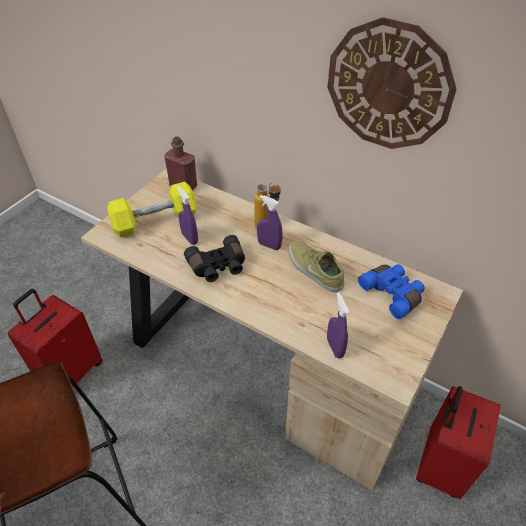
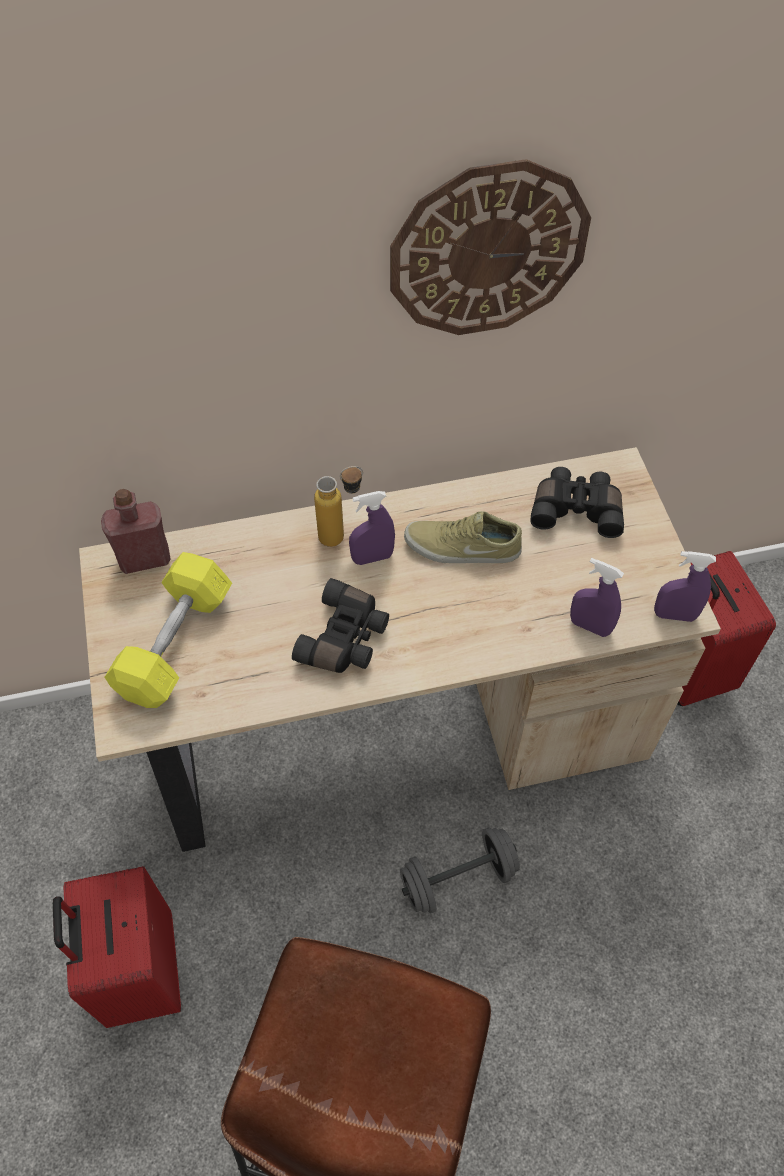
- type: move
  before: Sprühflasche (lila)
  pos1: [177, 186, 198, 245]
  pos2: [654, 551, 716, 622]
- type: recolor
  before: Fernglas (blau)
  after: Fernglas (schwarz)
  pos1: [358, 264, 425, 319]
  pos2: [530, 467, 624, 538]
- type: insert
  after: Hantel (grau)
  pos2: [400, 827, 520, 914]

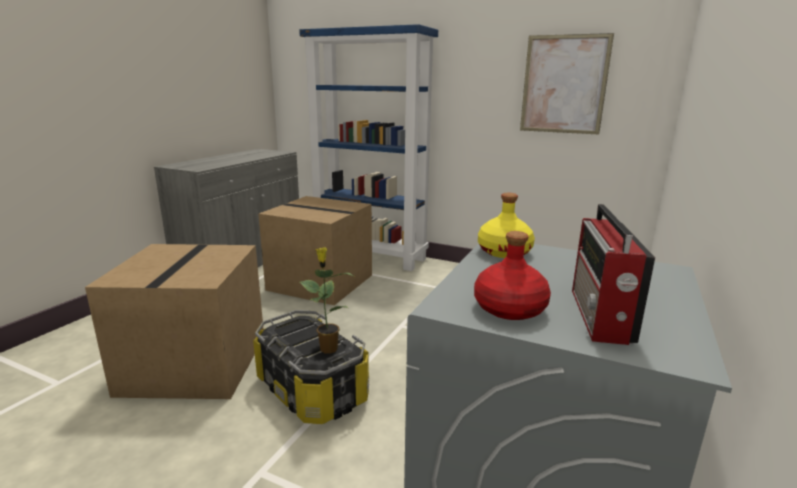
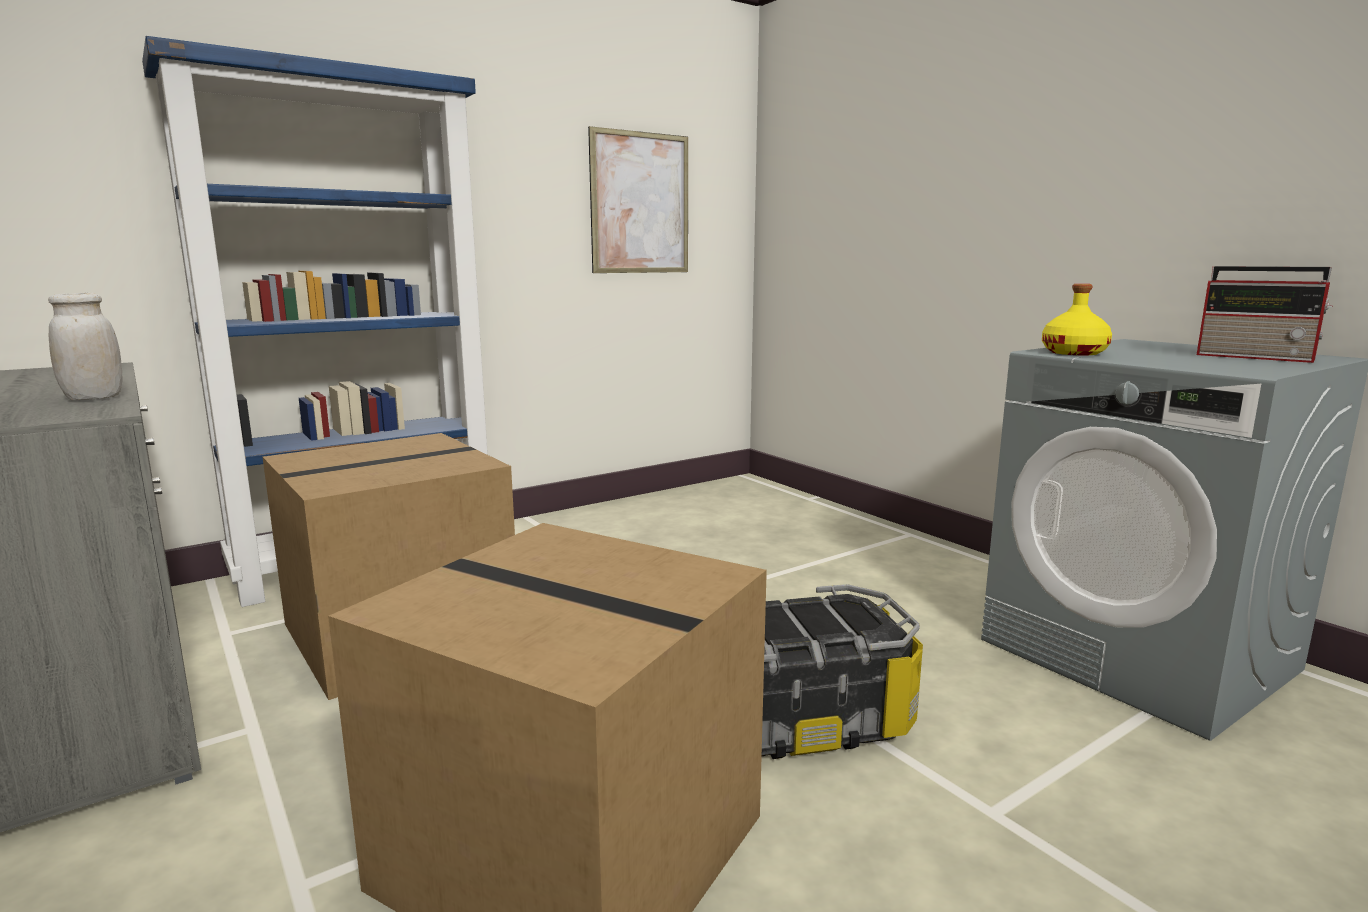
- type: delete
  before: Topfpflanze
  pos1: [300, 247, 353, 354]
- type: delete
  before: Flasche (rot)
  pos1: [474, 231, 551, 320]
- type: insert
  after: Vorratsglas (weiß)
  pos2: [48, 293, 123, 400]

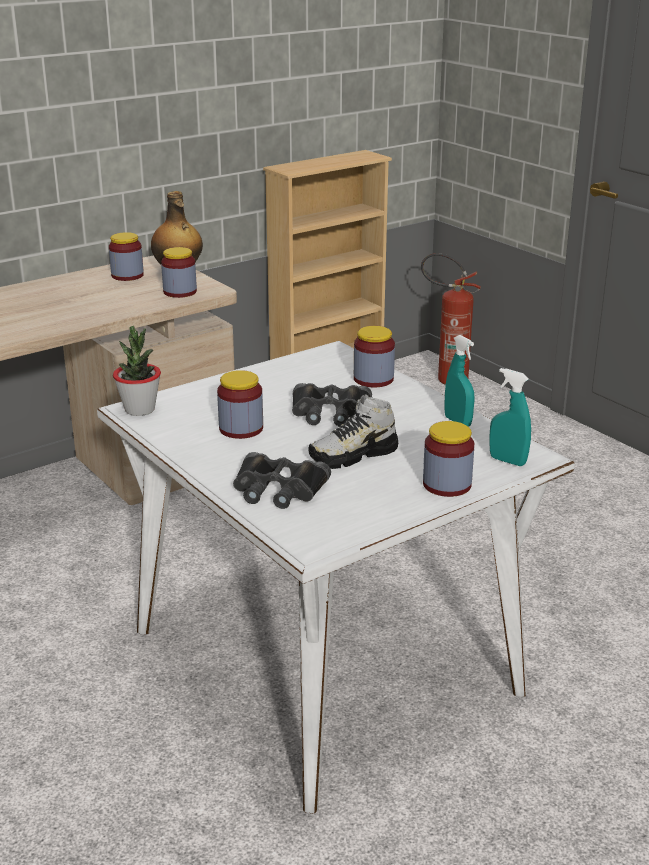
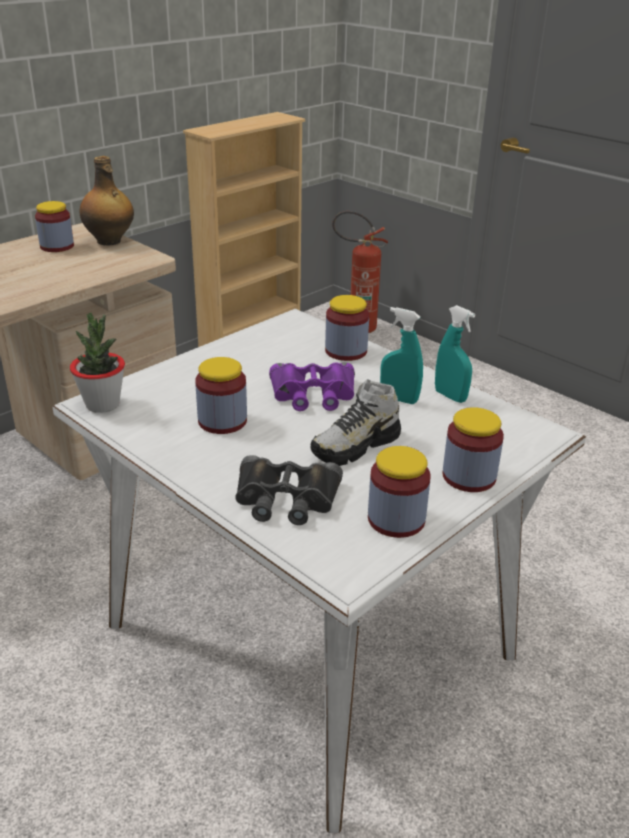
- type: move
  before: Vorratsglas
  pos1: [161, 247, 197, 298]
  pos2: [368, 446, 431, 538]
- type: recolor
  before: Fernglas (schwarz)
  after: Fernglas (lila)
  pos1: [292, 383, 372, 426]
  pos2: [269, 362, 355, 411]
- type: move
  before: Sprühflasche (türkis)
  pos1: [489, 368, 531, 466]
  pos2: [380, 307, 423, 404]

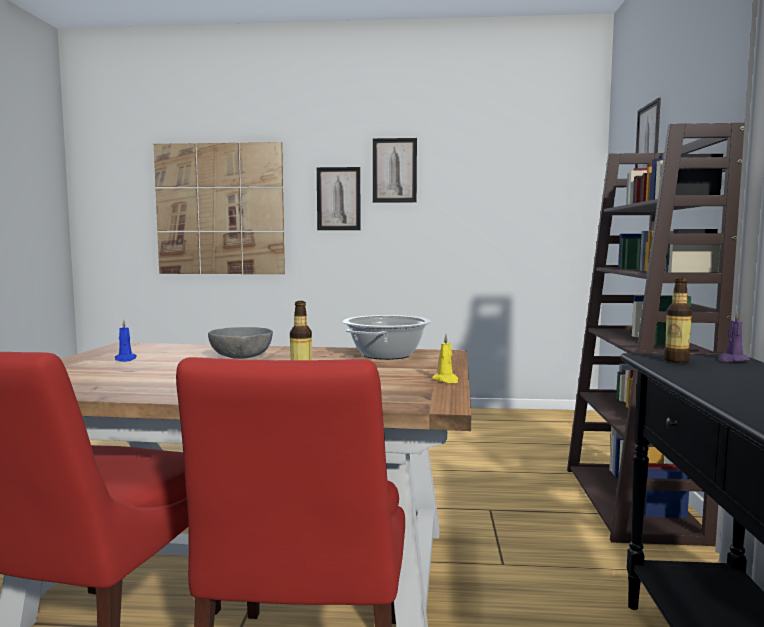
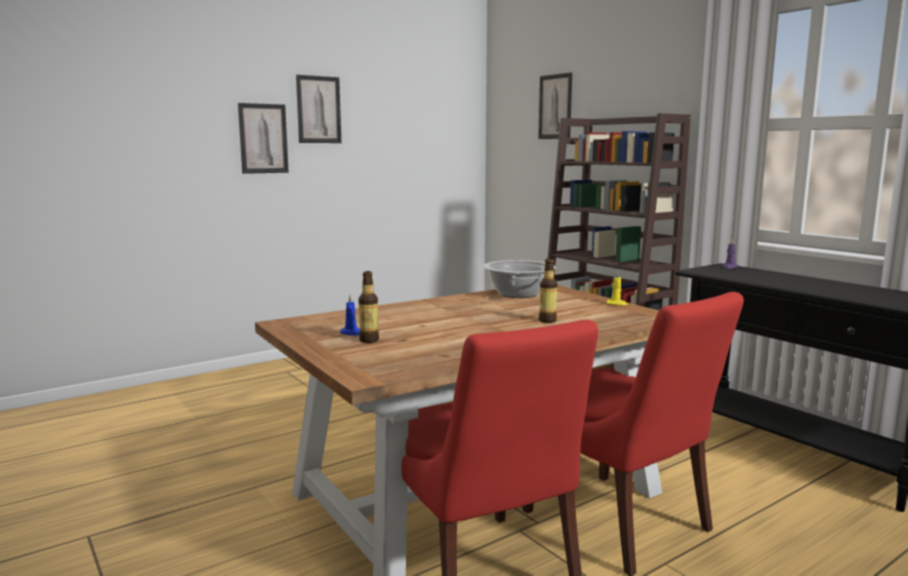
- type: delete
  before: Bild
  pos1: [154, 142, 285, 274]
- type: delete
  before: Schüssel (grau)
  pos1: [208, 327, 273, 359]
- type: move
  before: Flasche
  pos1: [664, 277, 692, 363]
  pos2: [358, 271, 379, 343]

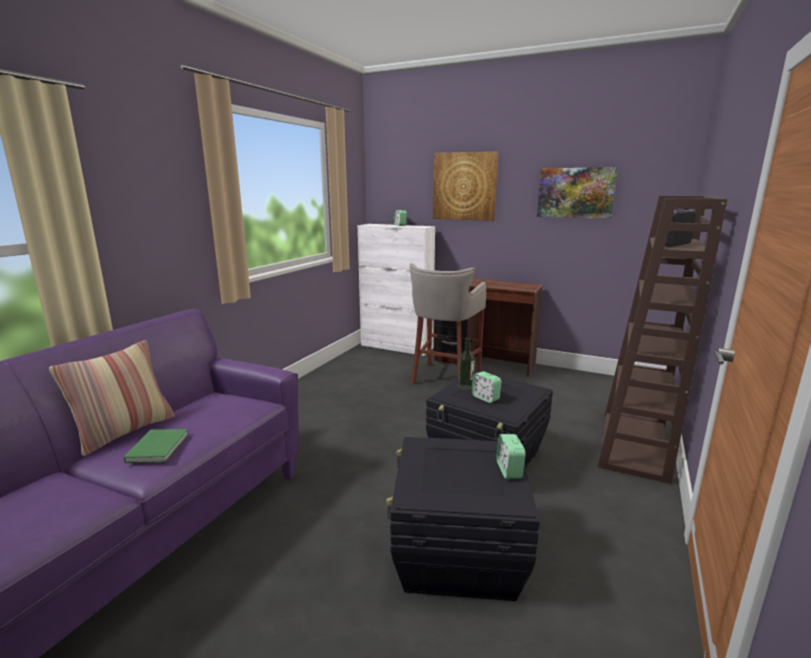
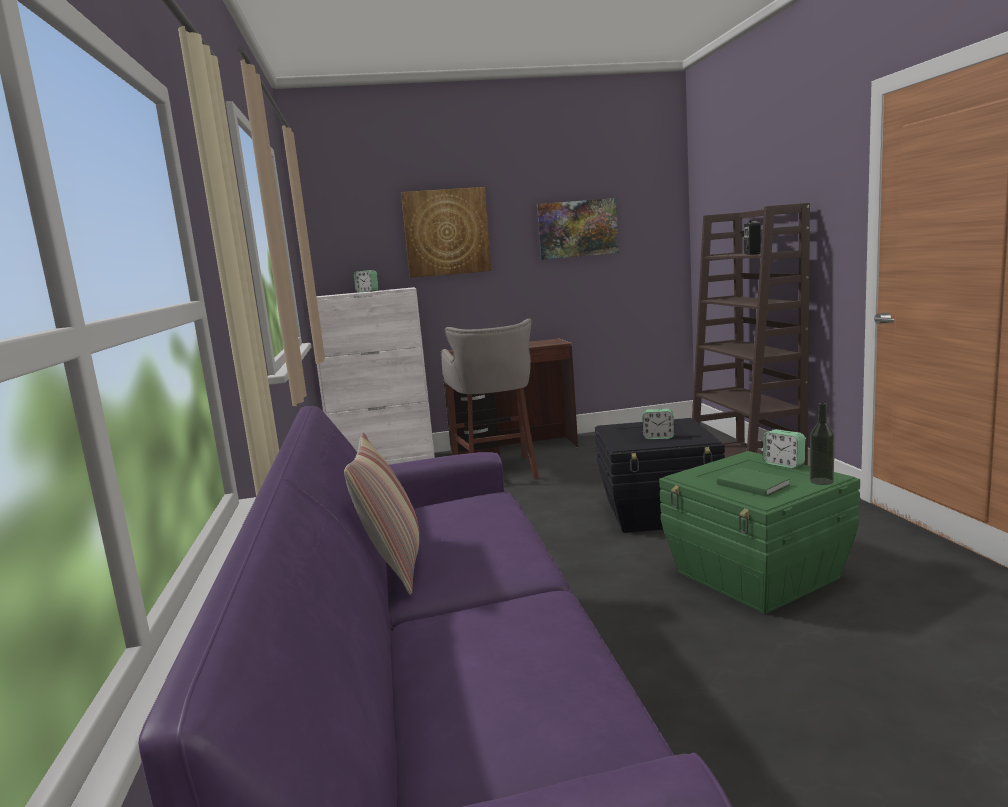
- type: move
  before: Buch (grün)
  pos1: [124, 429, 189, 463]
  pos2: [717, 468, 790, 497]
- type: recolor
  before: Aufbewahrungsbox (schwarz)
  after: Aufbewahrungsbox (grün)
  pos1: [386, 437, 540, 601]
  pos2: [659, 451, 860, 614]
- type: move
  before: Flasche
  pos1: [459, 338, 475, 391]
  pos2: [810, 403, 835, 485]

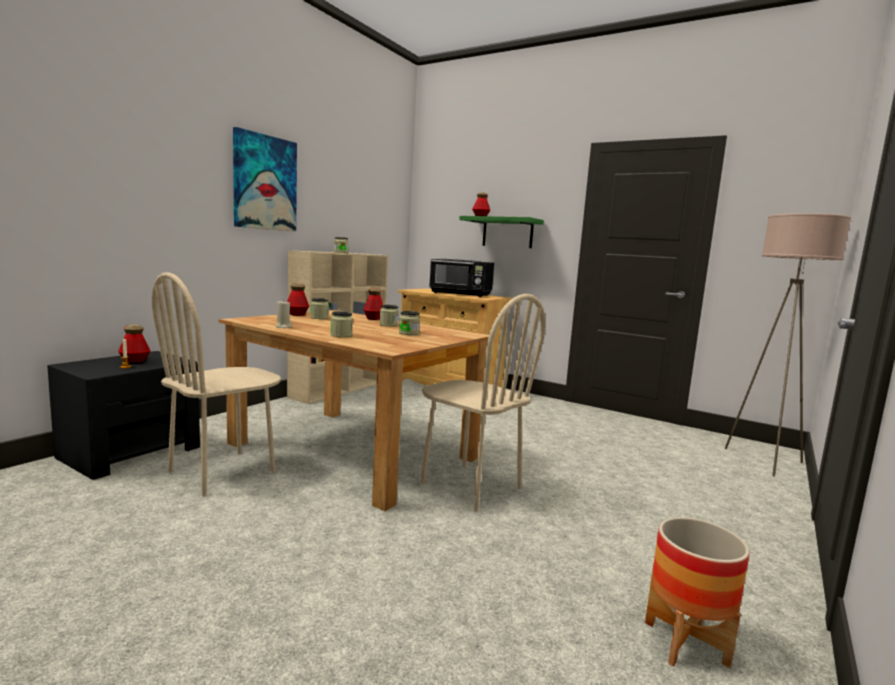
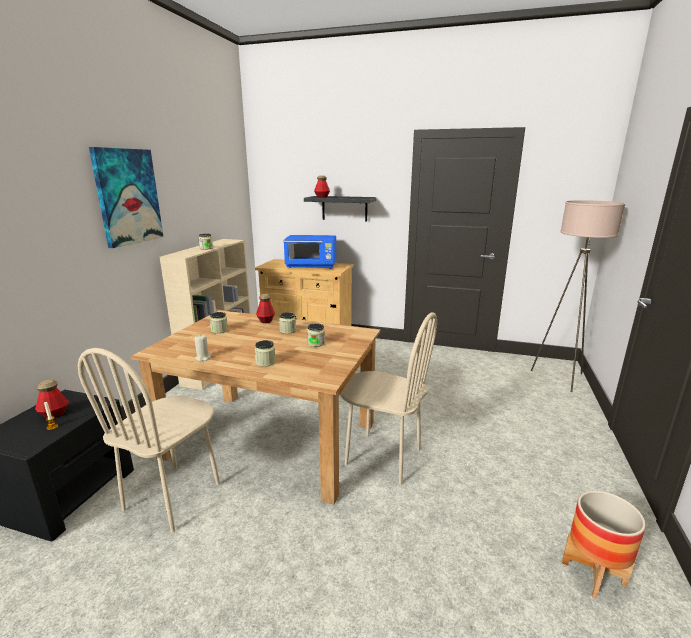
- type: delete
  before: Flasche
  pos1: [287, 283, 309, 316]
- type: recolor
  before: Mikrowelle (schwarz)
  after: Mikrowelle (blau)
  pos1: [429, 259, 494, 297]
  pos2: [283, 235, 336, 269]
- type: recolor
  before: Wandregal (grün)
  after: Wandregal (schwarz)
  pos1: [459, 216, 544, 248]
  pos2: [304, 196, 376, 221]

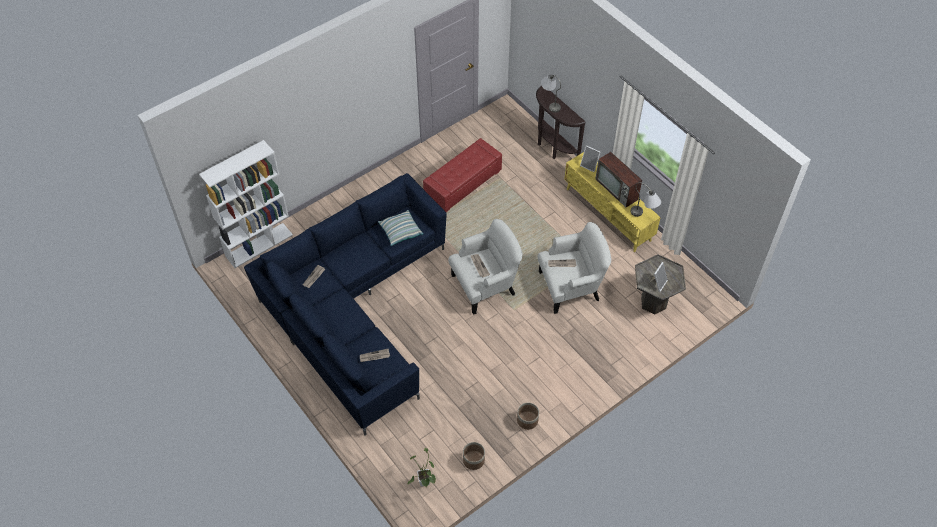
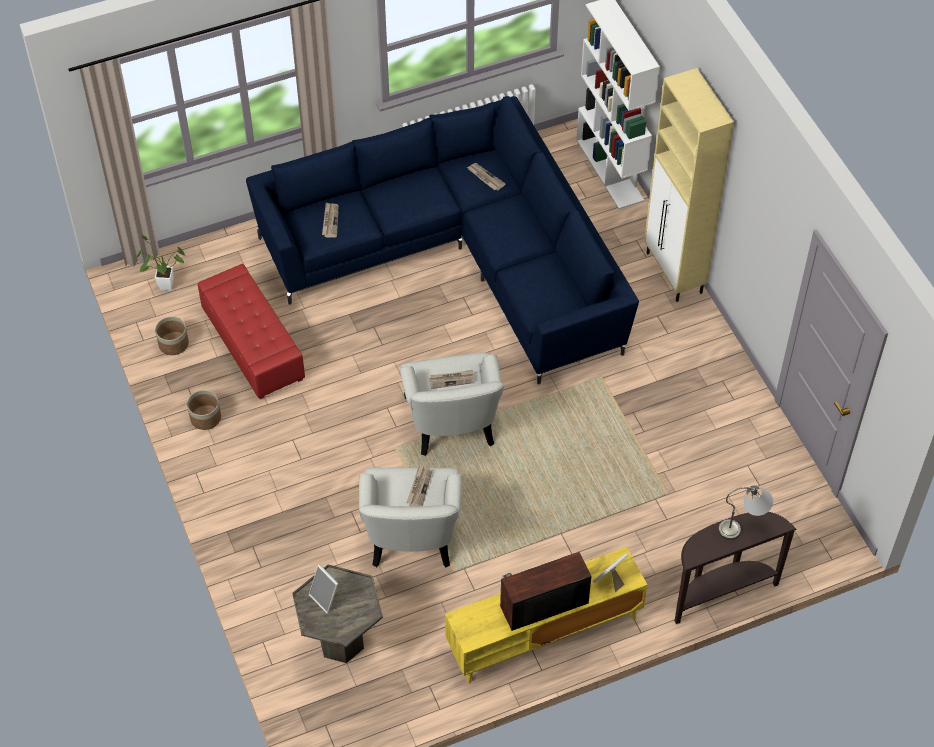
- type: delete
  before: Kissen
  pos1: [378, 210, 423, 246]
- type: move
  before: Polsterhocker (rot)
  pos1: [423, 138, 502, 212]
  pos2: [198, 264, 305, 399]
- type: delete
  before: Tischlampe (grau)
  pos1: [631, 183, 661, 217]
- type: insert
  after: Schrank (beige)
  pos2: [644, 68, 734, 302]

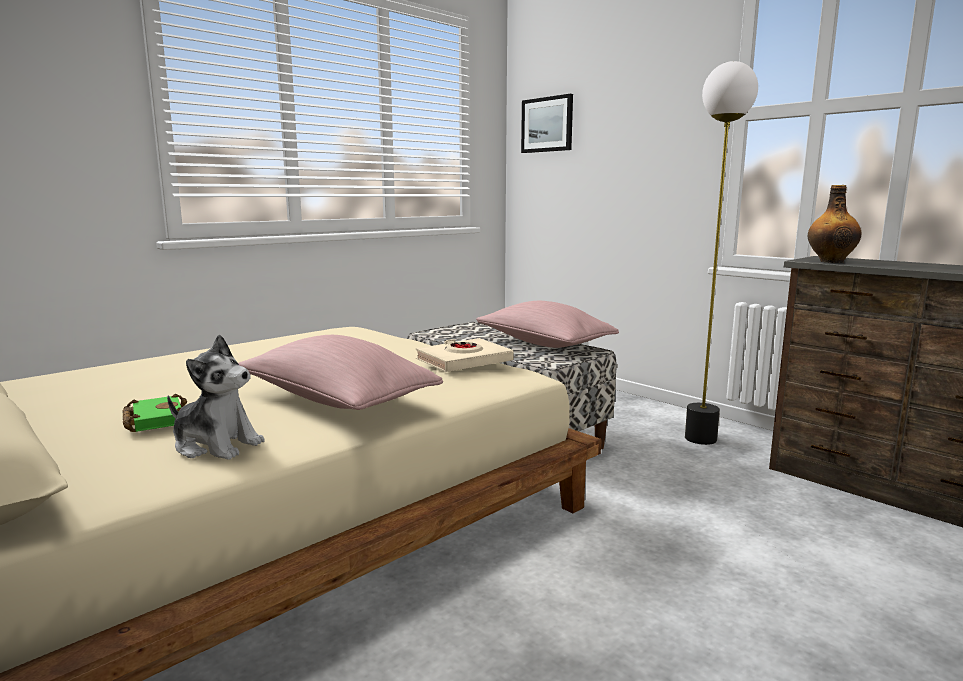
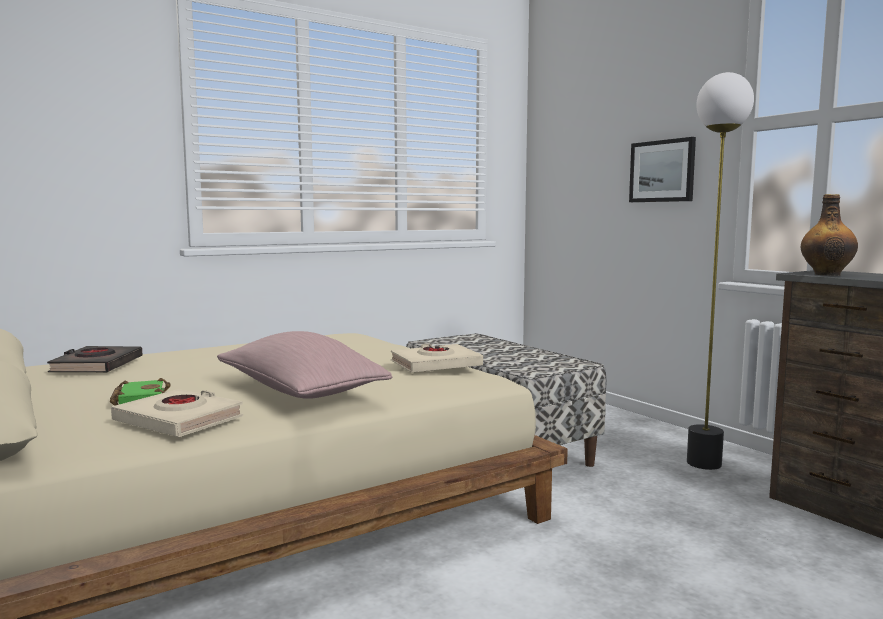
- type: replace
  before: Plüschtier
  after: Buch (beige)
  pos1: [167, 335, 265, 460]
  pos2: [111, 389, 243, 437]
- type: delete
  before: Kissen (rosa)
  pos1: [476, 301, 619, 348]
- type: move
  before: Bild
  pos1: [521, 94, 573, 153]
  pos2: [629, 137, 696, 202]
- type: insert
  after: Buch (schwarz)
  pos2: [47, 346, 143, 372]

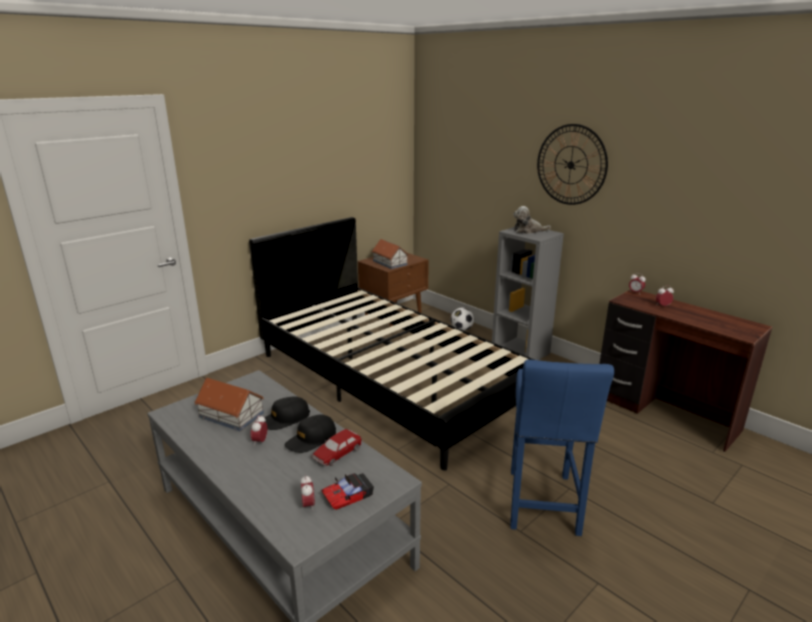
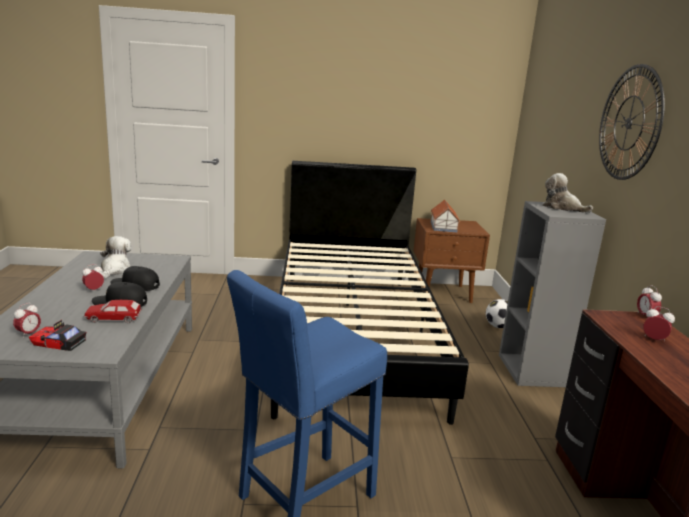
- type: replace
  before: Spielzeughaus
  after: Plüschtier
  pos1: [194, 378, 264, 431]
  pos2: [100, 236, 131, 278]

